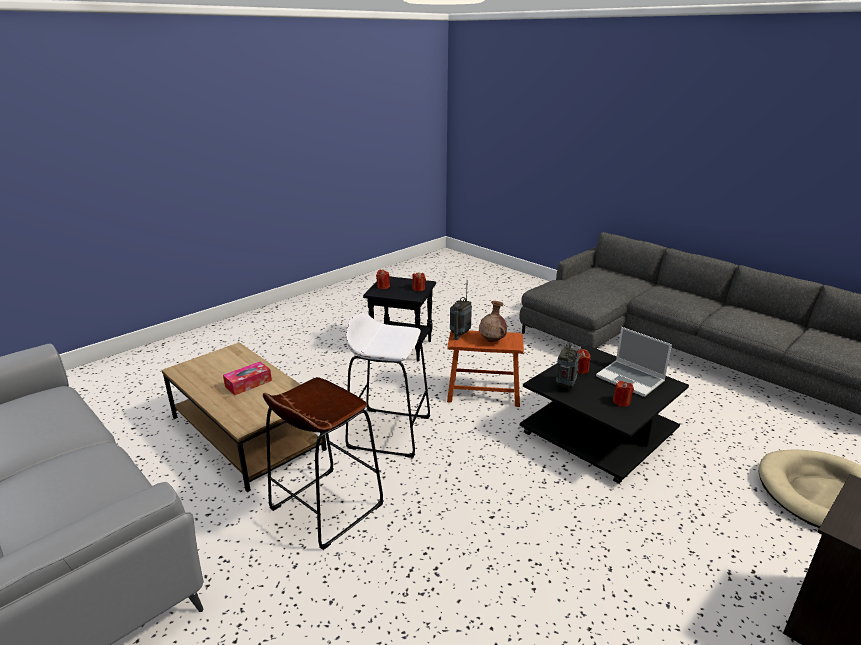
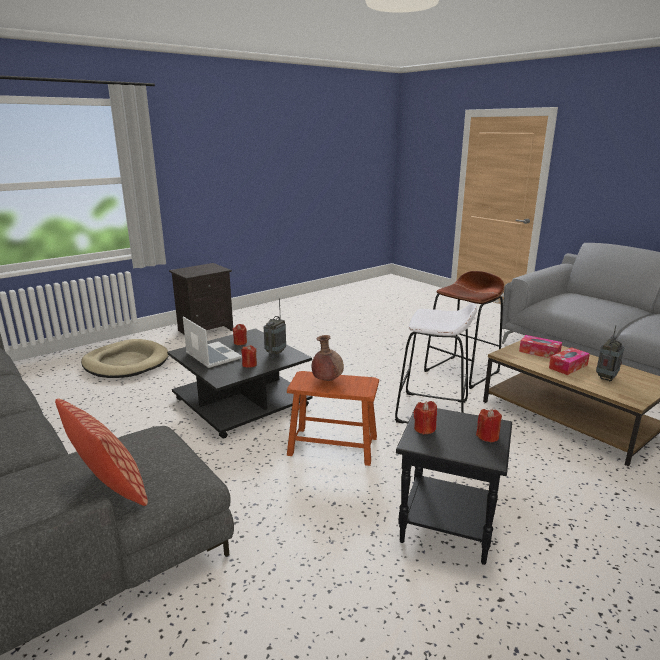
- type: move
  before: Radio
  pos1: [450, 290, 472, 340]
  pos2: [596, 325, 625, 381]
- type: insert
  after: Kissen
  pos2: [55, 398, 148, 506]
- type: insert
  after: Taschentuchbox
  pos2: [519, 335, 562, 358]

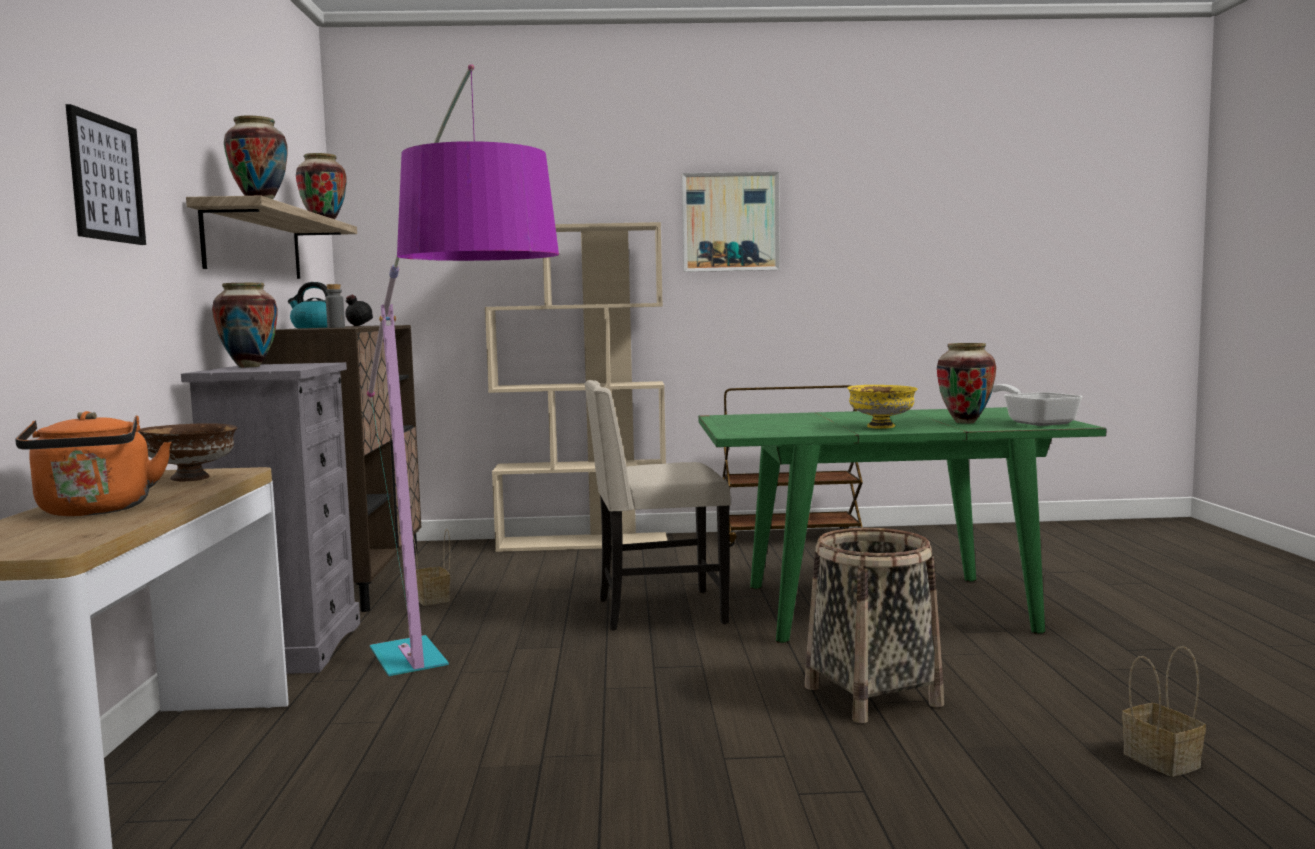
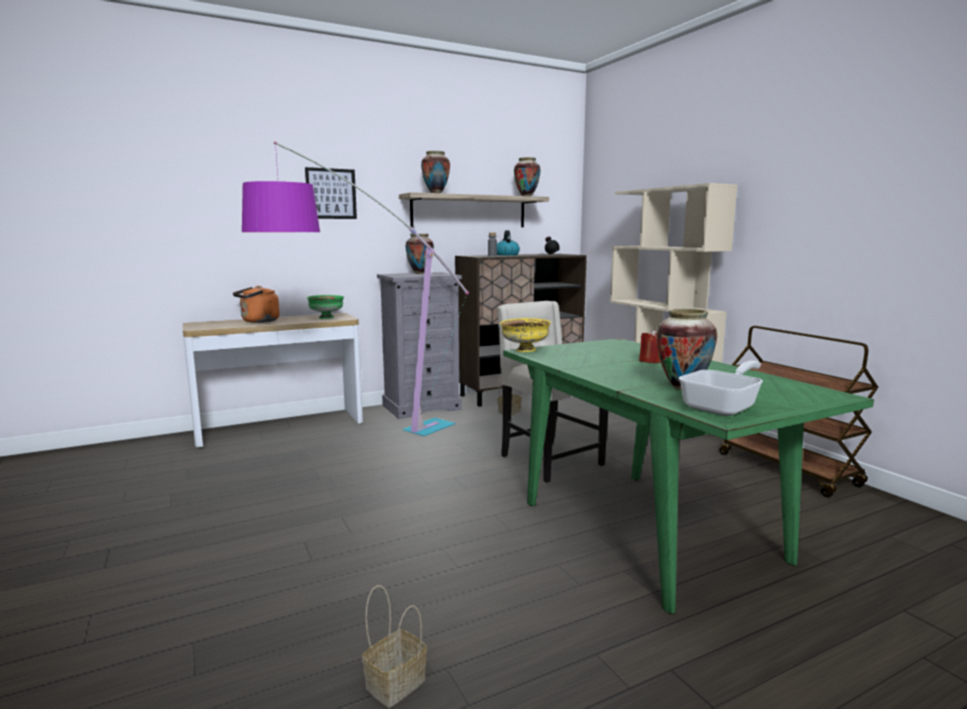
- type: recolor
  before: Schüssel (braun)
  after: Schüssel (grün)
  pos1: [138, 423, 237, 481]
  pos2: [307, 295, 344, 319]
- type: delete
  before: Bild
  pos1: [682, 172, 780, 272]
- type: delete
  before: Korb
  pos1: [805, 528, 944, 723]
- type: move
  before: Schüssel (gelb)
  pos1: [847, 385, 917, 429]
  pos2: [500, 318, 551, 352]
- type: insert
  after: Kerze (rot)
  pos2: [639, 330, 661, 363]

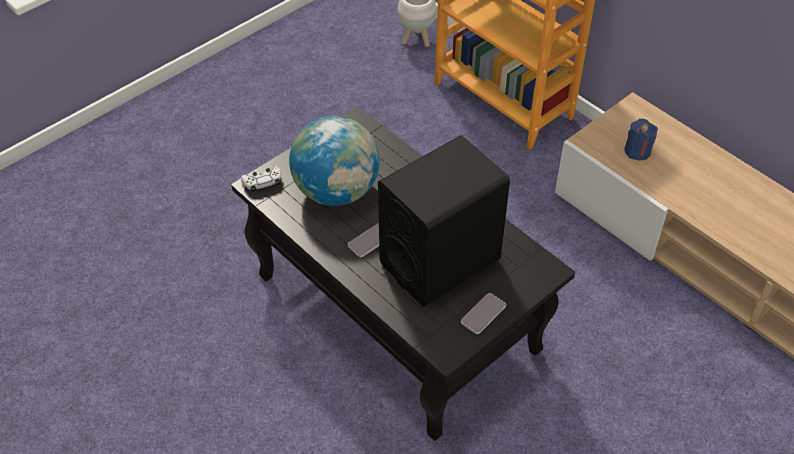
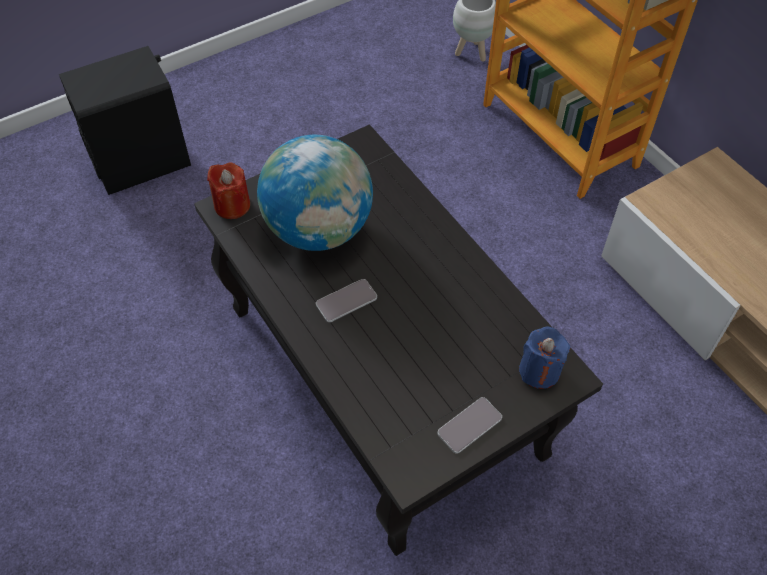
- type: replace
  before: Gamepad (weiß)
  after: Kerze (rot)
  pos1: [241, 166, 281, 192]
  pos2: [207, 162, 250, 219]
- type: move
  before: Lautsprecher (schwarz)
  pos1: [378, 135, 510, 307]
  pos2: [59, 46, 191, 195]
- type: move
  before: Kerze (blau)
  pos1: [624, 118, 658, 160]
  pos2: [519, 327, 570, 389]

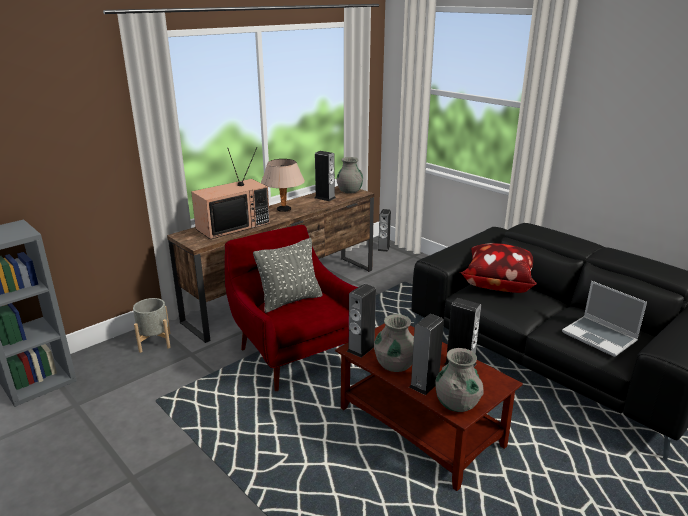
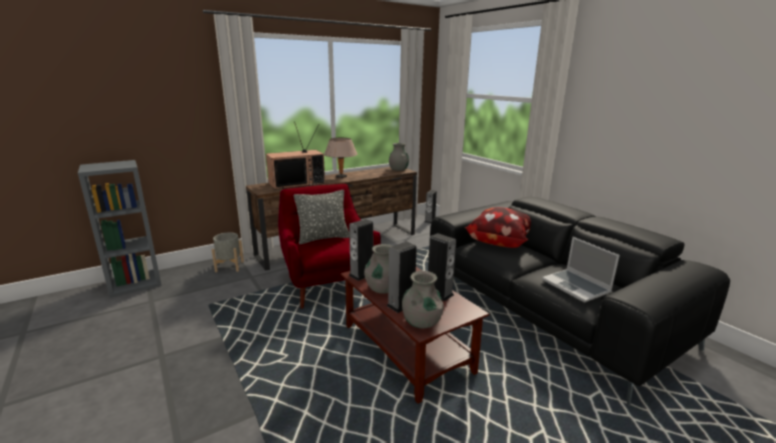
- type: delete
  before: Lautsprecher
  pos1: [315, 151, 336, 201]

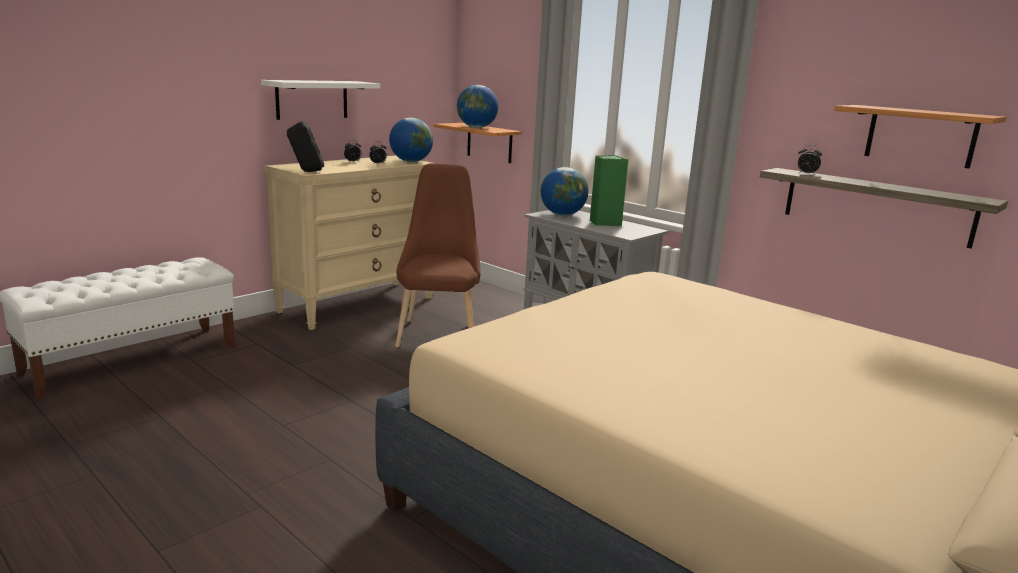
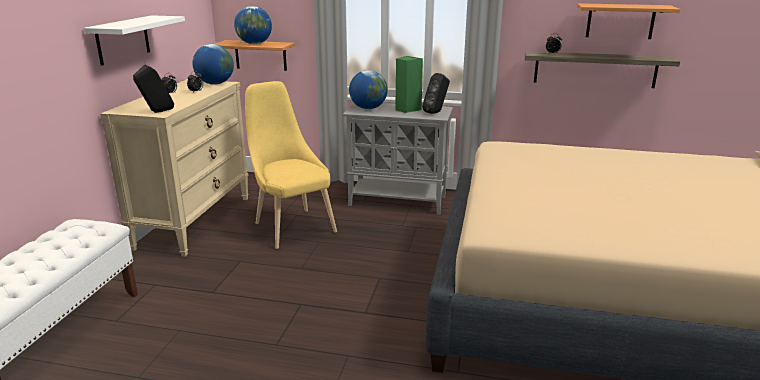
- type: recolor
  before: Stuhl (braun)
  after: Stuhl (gelb)
  pos1: [395, 163, 481, 348]
  pos2: [245, 81, 337, 249]
- type: insert
  after: Lautsprecher (schwarz)
  pos2: [422, 73, 450, 114]

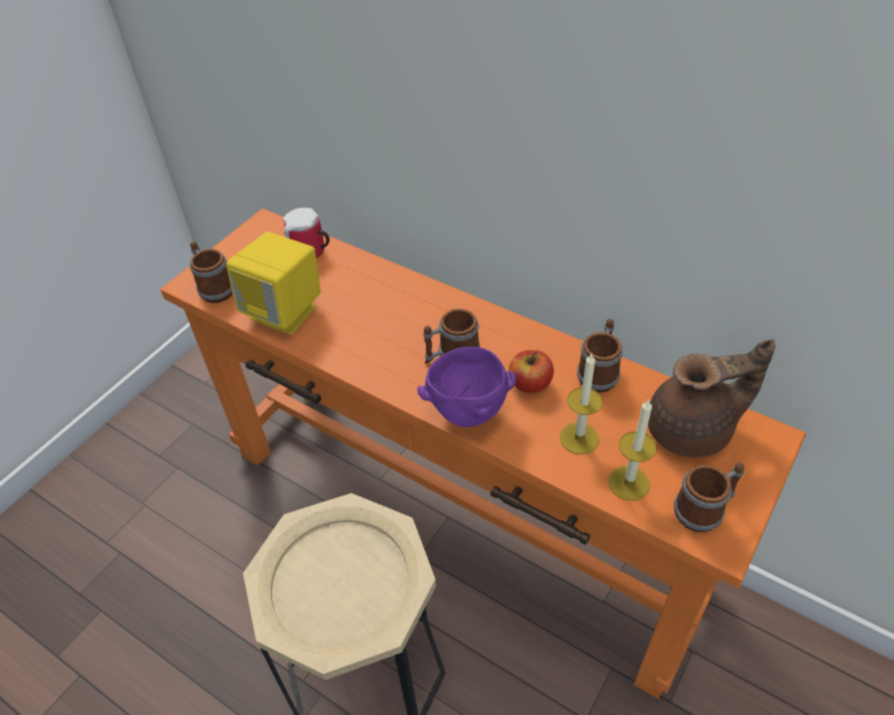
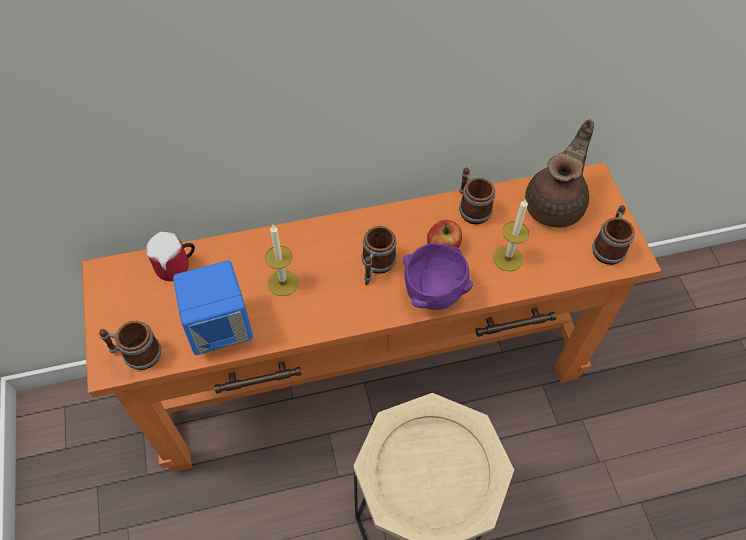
- type: recolor
  before: Lautsprecher (gelb)
  after: Lautsprecher (blau)
  pos1: [226, 232, 321, 335]
  pos2: [173, 260, 253, 355]
- type: move
  before: Kerze
  pos1: [608, 399, 657, 501]
  pos2: [265, 225, 299, 296]

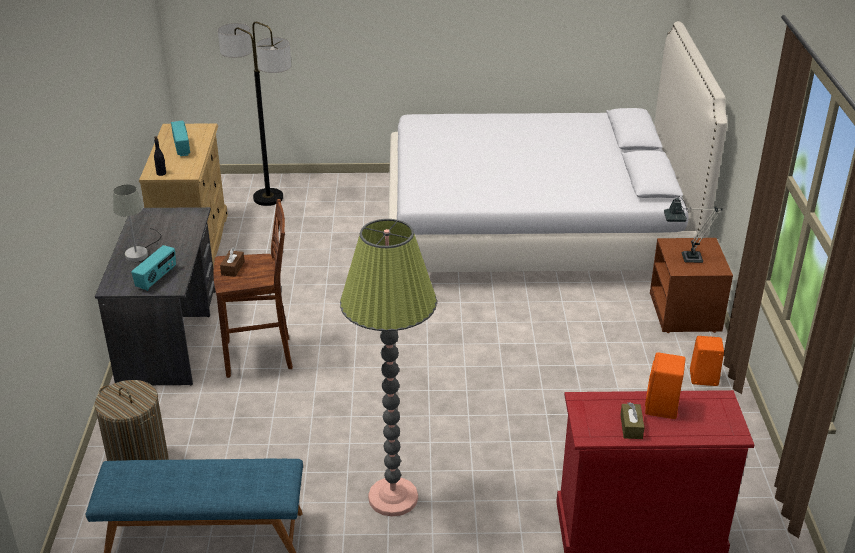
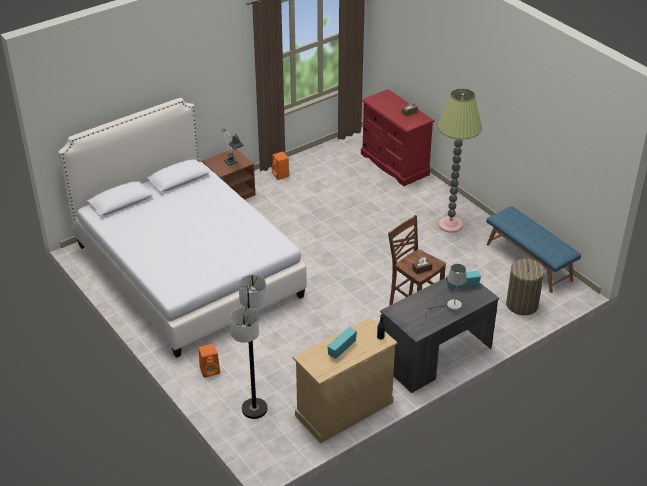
- type: move
  before: Lautsprecher (orange)
  pos1: [645, 352, 686, 419]
  pos2: [198, 344, 220, 378]

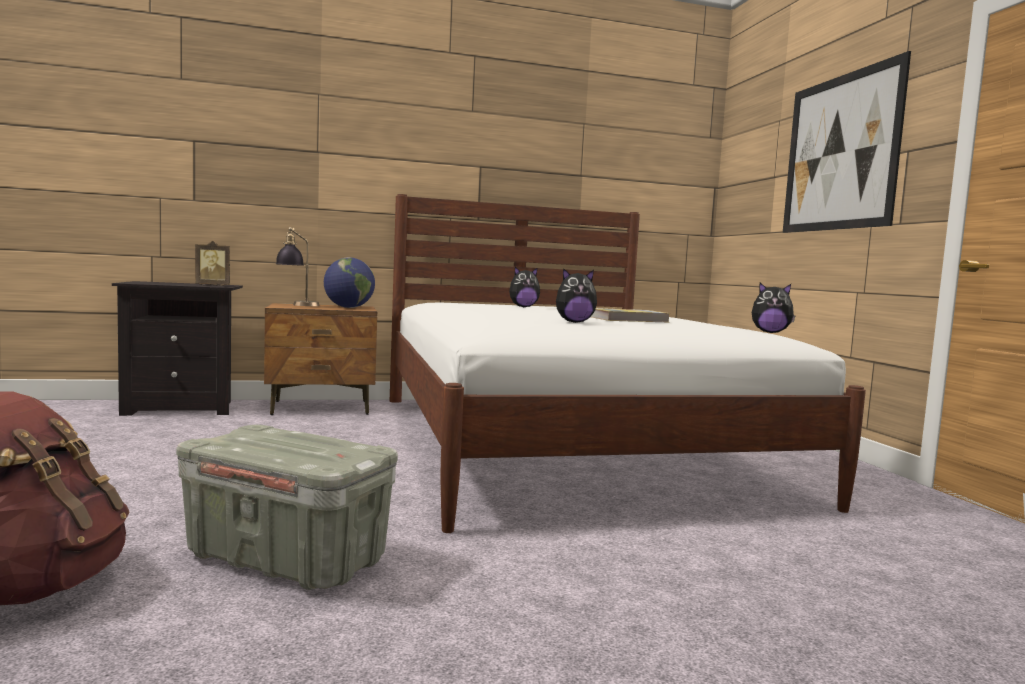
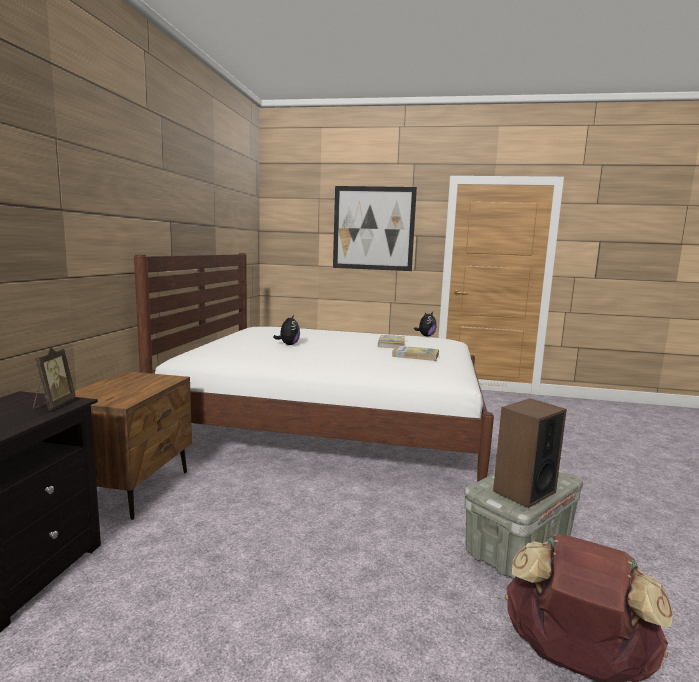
- type: delete
  before: Tischlampe
  pos1: [276, 227, 320, 306]
- type: delete
  before: Globus
  pos1: [324, 257, 375, 308]
- type: replace
  before: Plüschtier
  after: Buch
  pos1: [556, 268, 597, 323]
  pos2: [392, 346, 439, 361]
- type: insert
  after: Lautsprecher
  pos2: [493, 399, 567, 508]

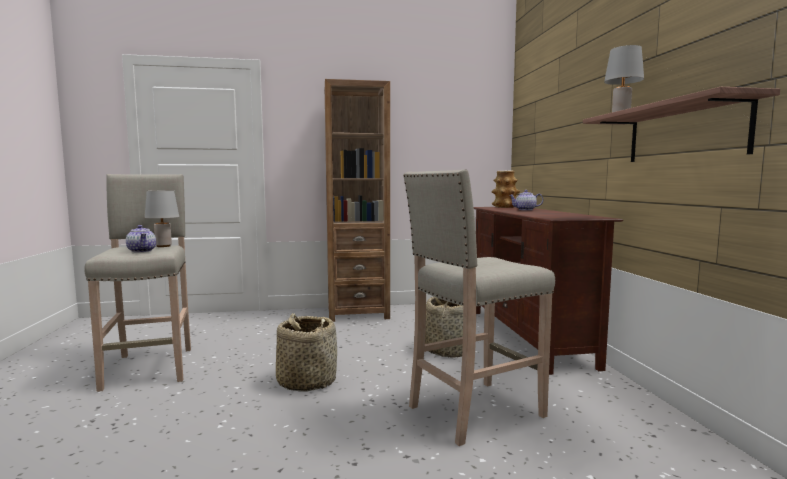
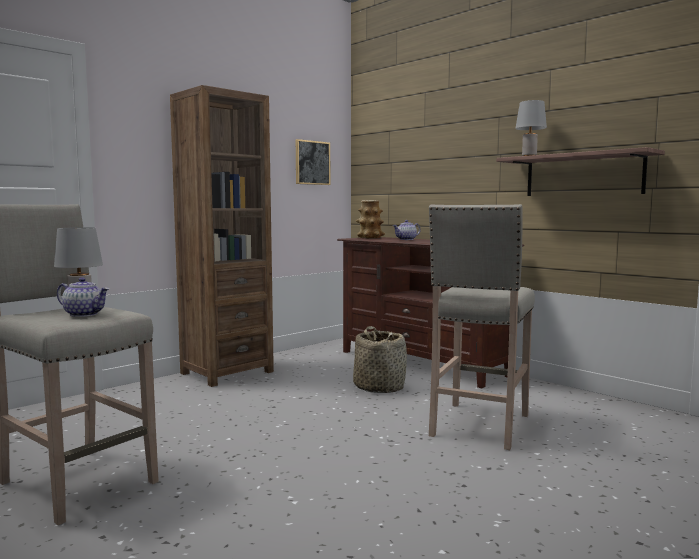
- type: delete
  before: Korb
  pos1: [276, 313, 337, 392]
- type: insert
  after: Bild
  pos2: [296, 139, 330, 185]

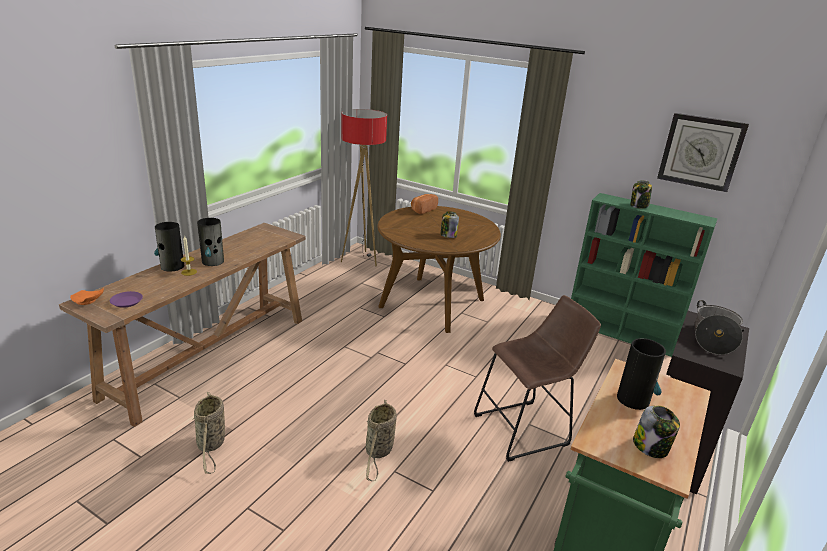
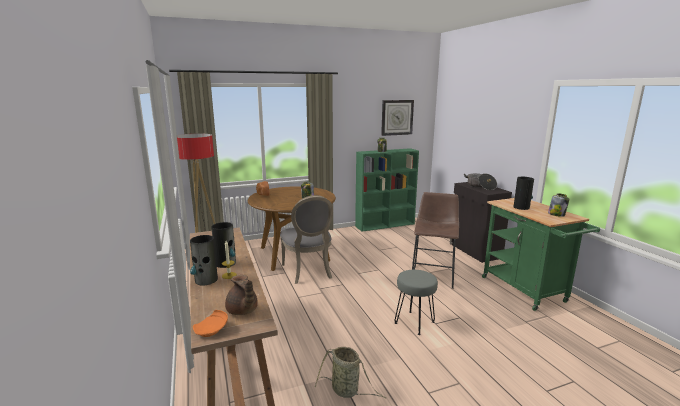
- type: replace
  before: Teller (lila)
  after: Teekanne (braun)
  pos1: [110, 291, 143, 308]
  pos2: [225, 275, 258, 315]
- type: replace
  before: Korb
  after: Hocker (grau)
  pos1: [366, 400, 397, 481]
  pos2: [395, 270, 438, 335]
- type: insert
  after: Stuhl (grau)
  pos2: [280, 195, 333, 284]

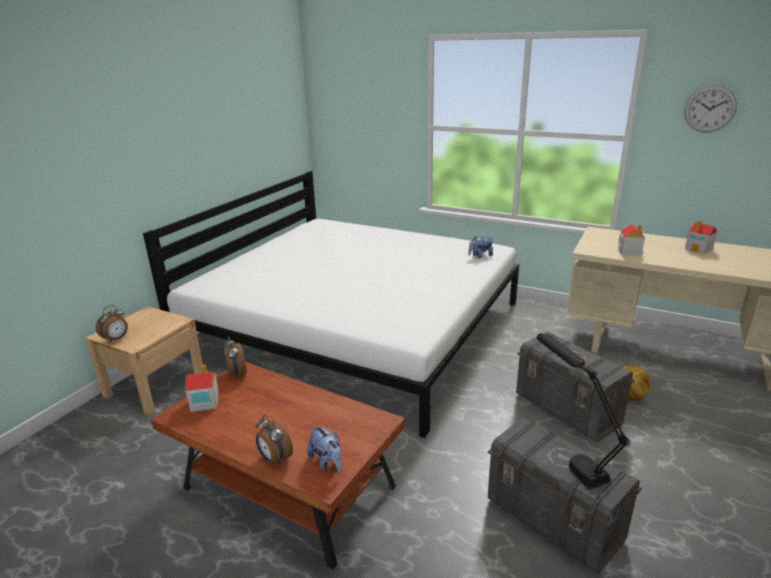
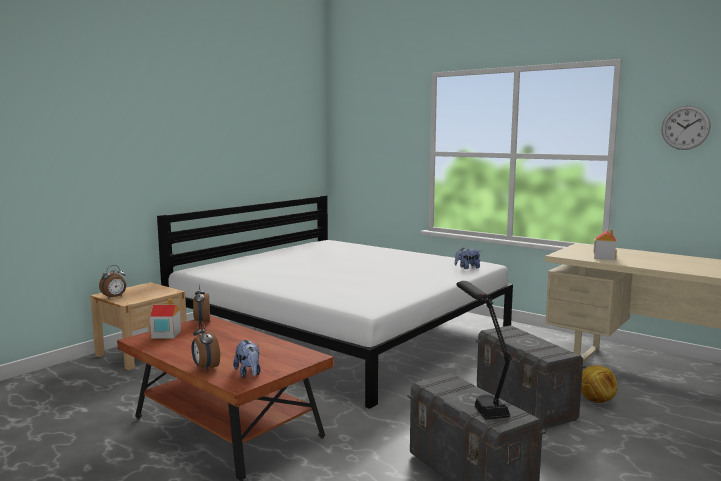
- type: delete
  before: Spielzeughaus
  pos1: [685, 221, 717, 254]

